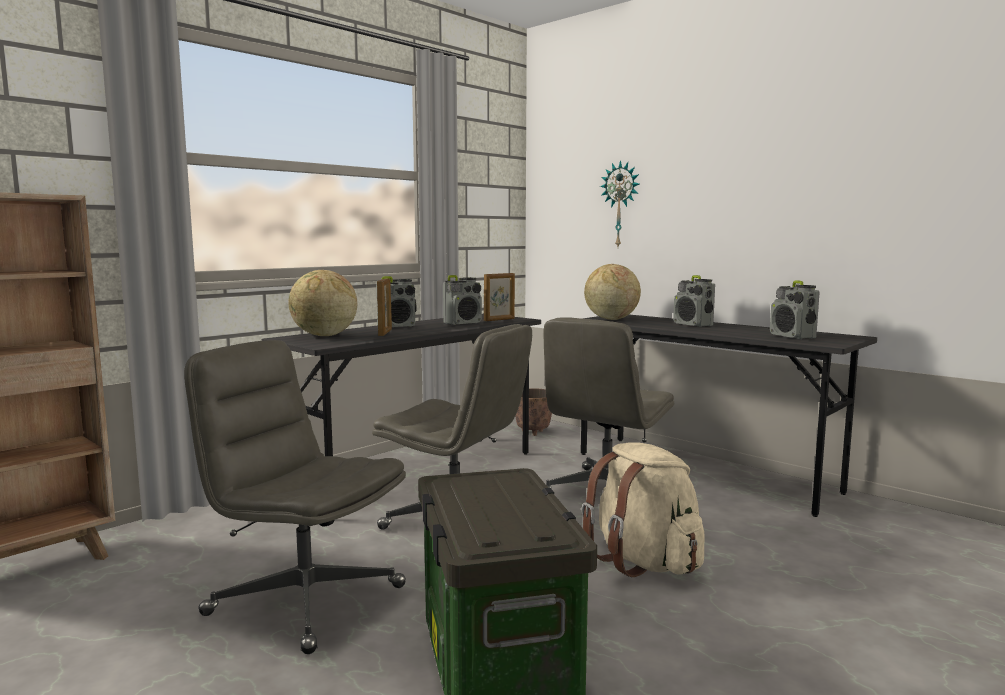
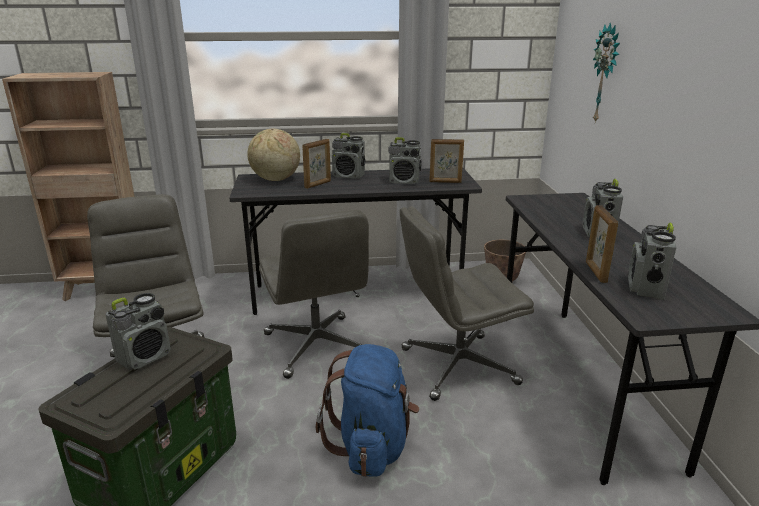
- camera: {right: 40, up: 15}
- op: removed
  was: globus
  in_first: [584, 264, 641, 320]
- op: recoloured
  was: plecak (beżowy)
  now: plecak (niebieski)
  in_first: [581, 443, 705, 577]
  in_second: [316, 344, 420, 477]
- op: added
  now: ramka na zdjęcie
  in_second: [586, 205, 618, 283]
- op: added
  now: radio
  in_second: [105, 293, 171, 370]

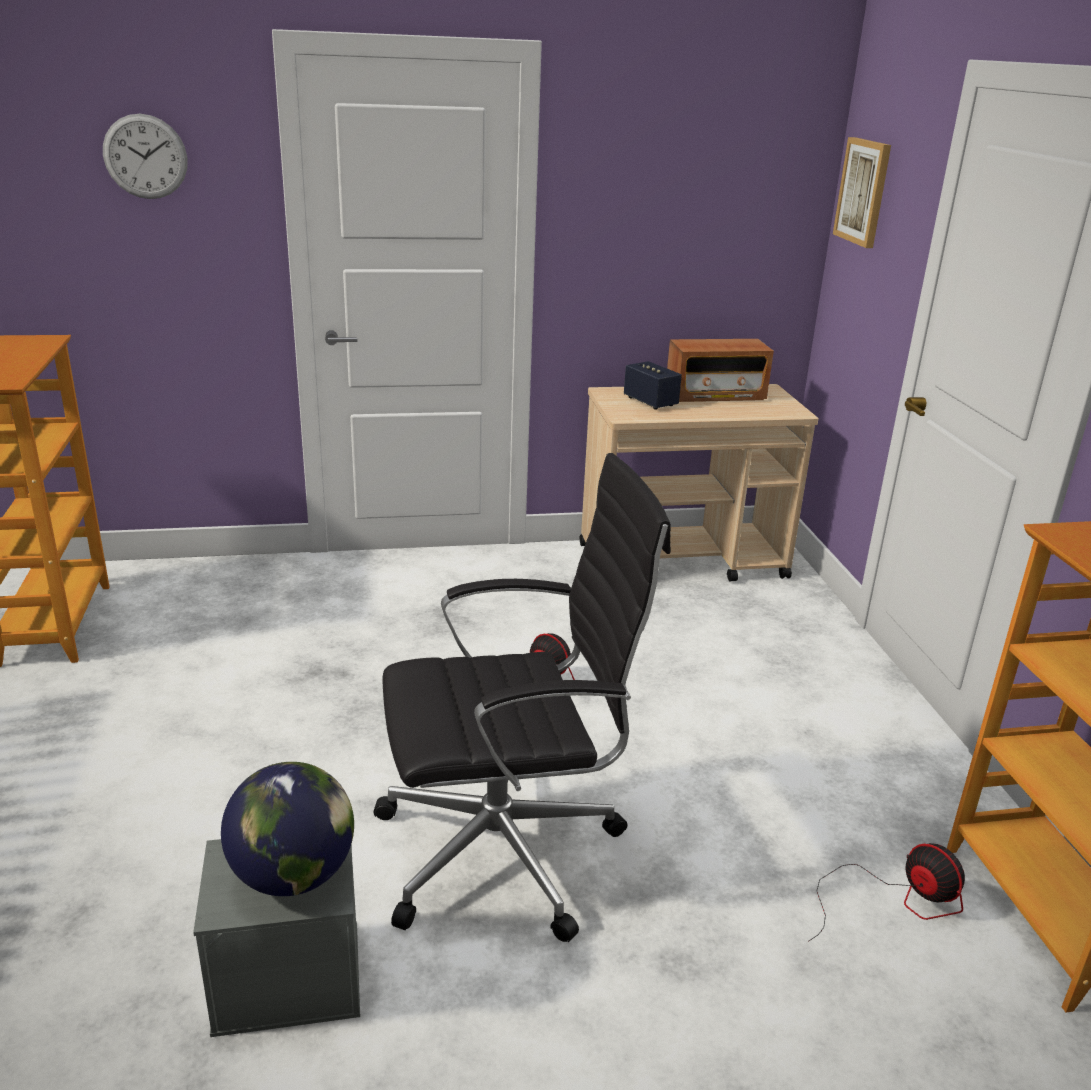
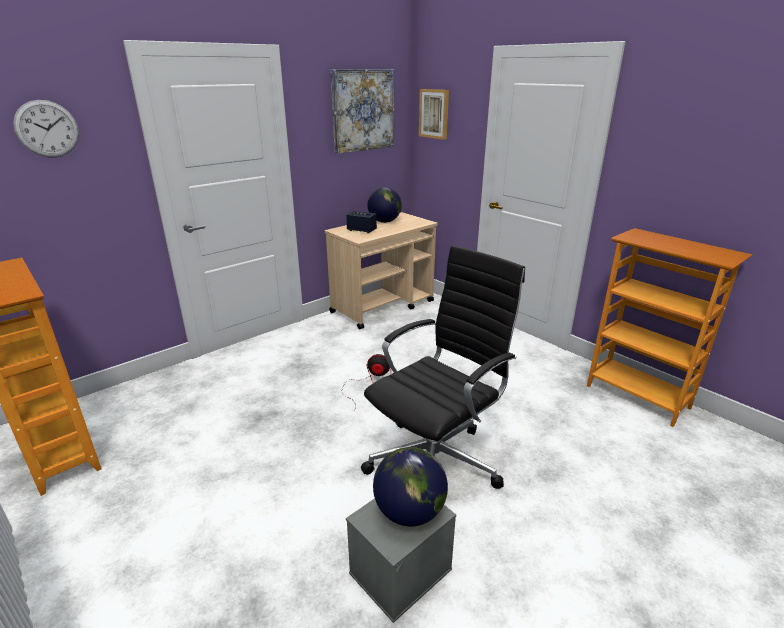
- camera: {right: -30, up: 0}
- op: replaced
  was: radio
  now: globus
  in_first: [667, 339, 774, 402]
  in_second: [368, 187, 402, 223]
- op: removed
  was: wentylator
  in_first: [808, 843, 965, 942]
- op: added
  now: obraz
  in_second: [330, 69, 394, 154]

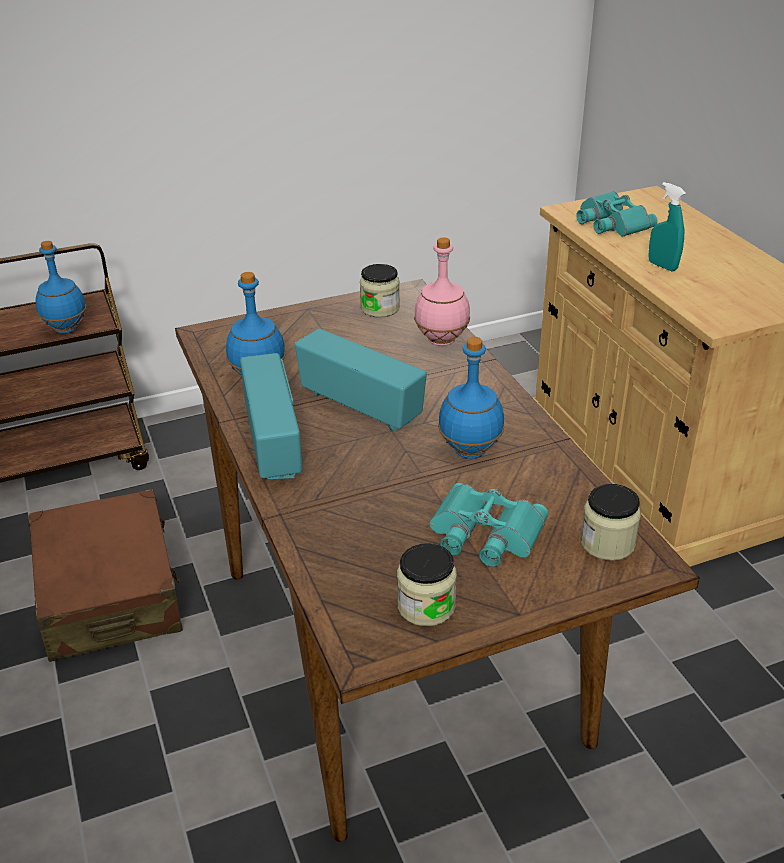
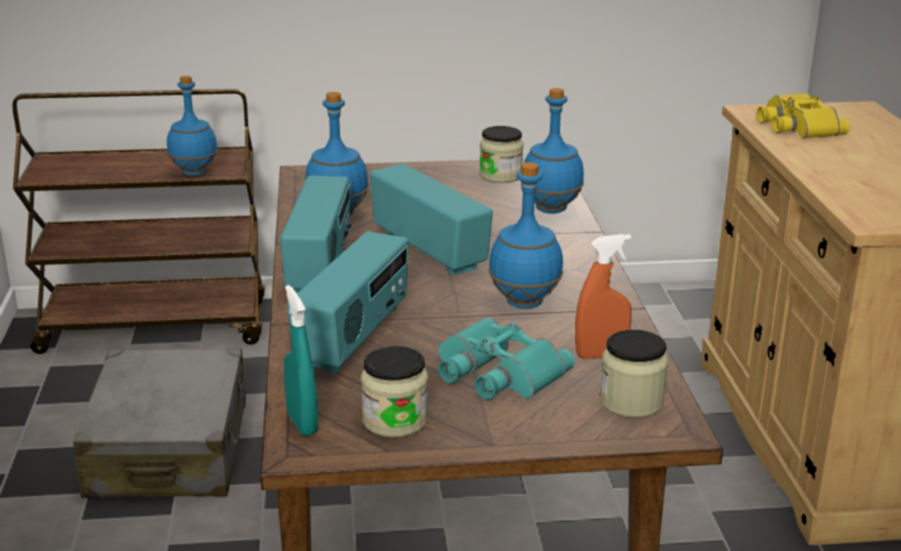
- camera: {right: 15, up: -10}
- op: moved
  was: spryskiwacz (turkusowy)
  in_first: [648, 182, 686, 272]
  in_second: [284, 285, 318, 436]
- op: recoloured
  was: lornetka (turkusowy)
  now: lornetka (żółty)
  in_first: [576, 191, 658, 237]
  in_second: [757, 93, 850, 138]
- op: recoloured
  was: butelka (różowy)
  now: butelka (niebieski)
  in_first: [414, 237, 470, 346]
  in_second: [524, 88, 584, 214]
- op: recoloured
  was: walizka (brązowy)
  now: walizka (szary)
  in_first: [29, 489, 183, 662]
  in_second: [73, 349, 246, 498]
- op: added
  now: radio
  in_second: [287, 231, 408, 374]
- op: added
  now: spryskiwacz (pomarańczowy)
  in_second: [575, 234, 632, 359]

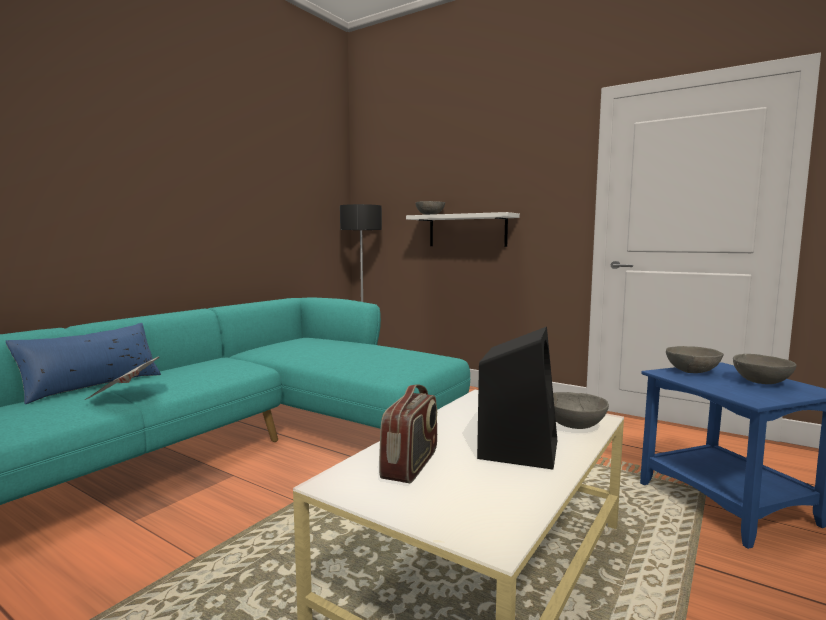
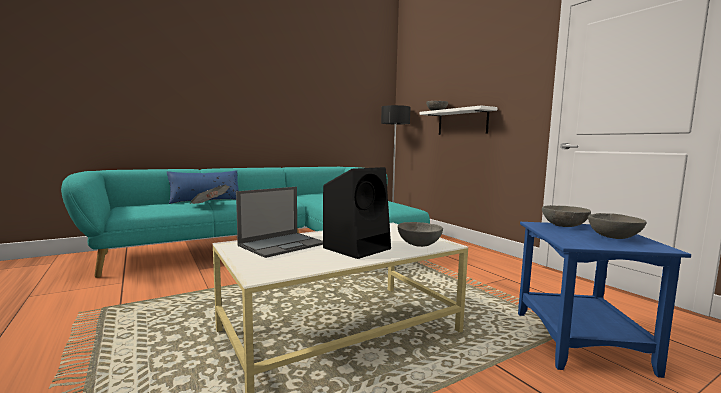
- camera: {right: 25, up: 0}
- op: replaced
  was: radio
  now: laptop
  in_first: [379, 384, 437, 483]
  in_second: [236, 187, 323, 258]

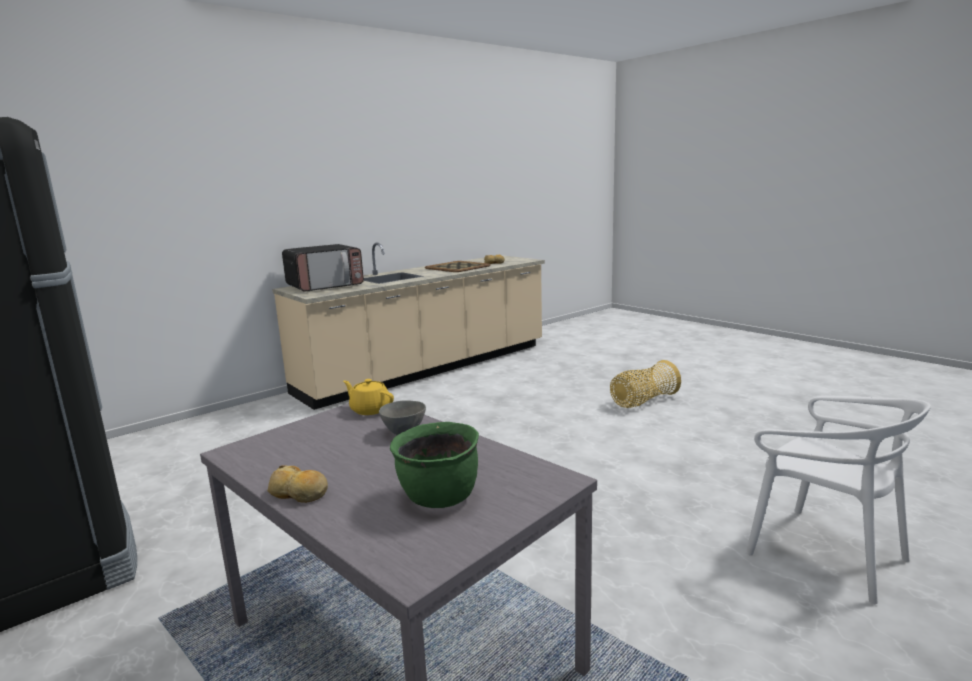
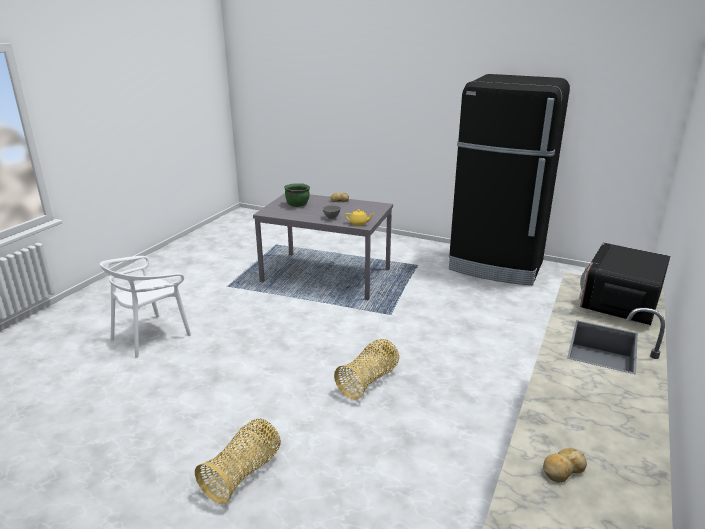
- camera: {right: 155, up: 10}
- op: removed
  was: taca
  in_first: [425, 261, 491, 272]
- op: turned
  was: krzesło (biały)
  in_first: [745, 396, 931, 604]
  in_second: [100, 256, 191, 358]
  clockwise: -75
- op: added
  now: koszyk
  in_second: [334, 339, 399, 399]

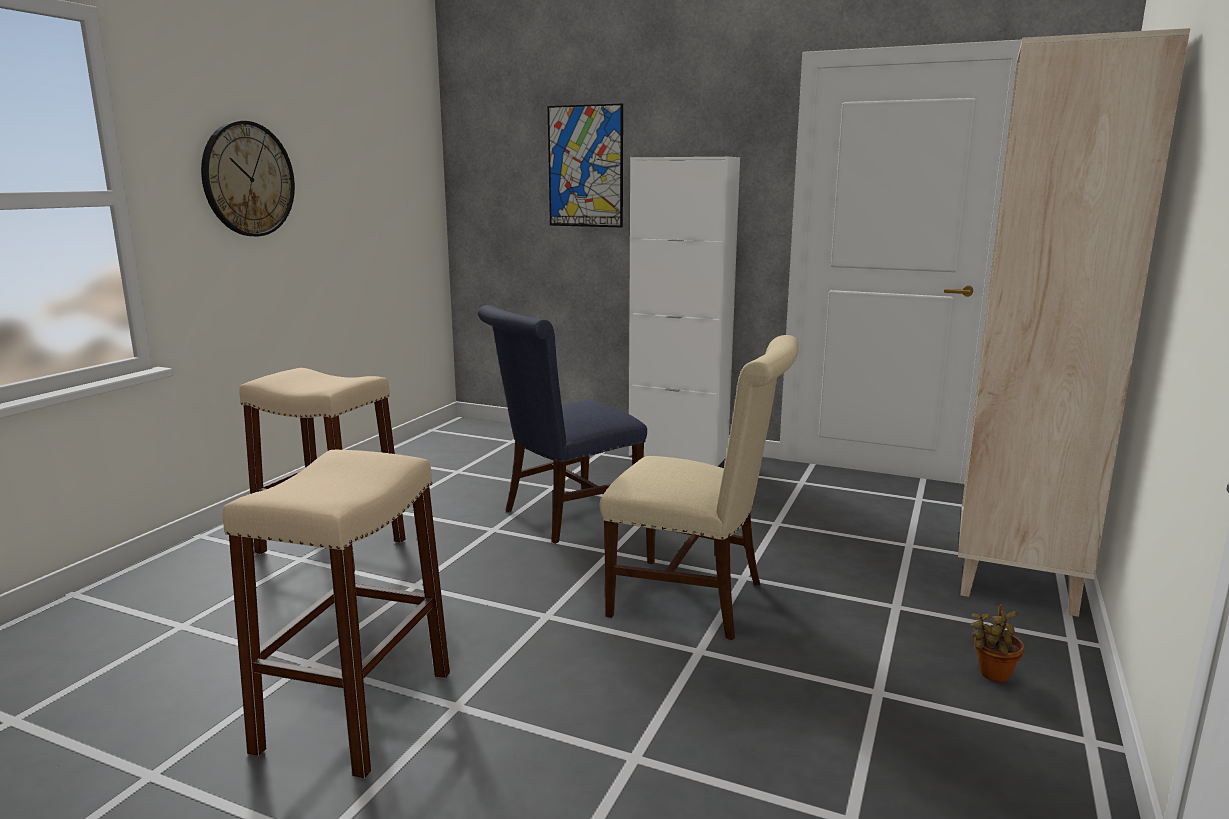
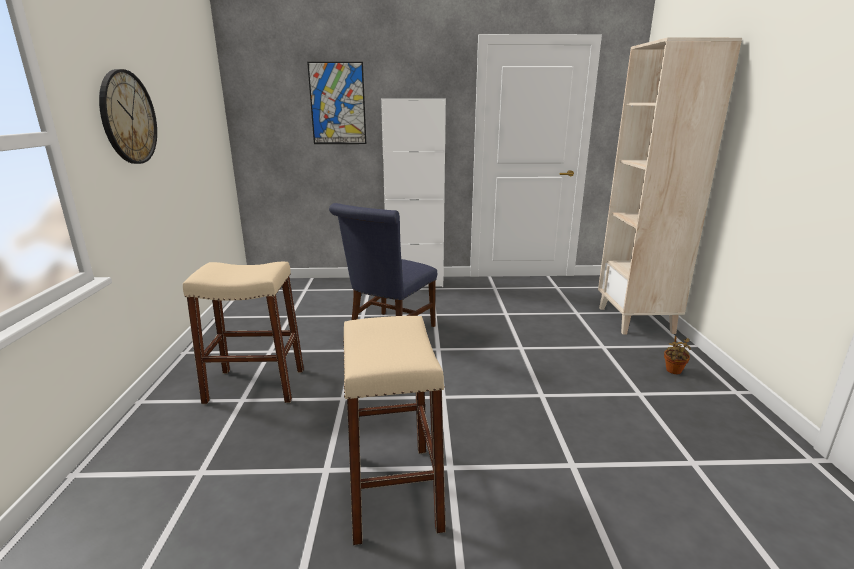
- camera: {right: -25, up: 5}
- op: removed
  was: krzesło (beżowy)
  in_first: [600, 335, 799, 641]

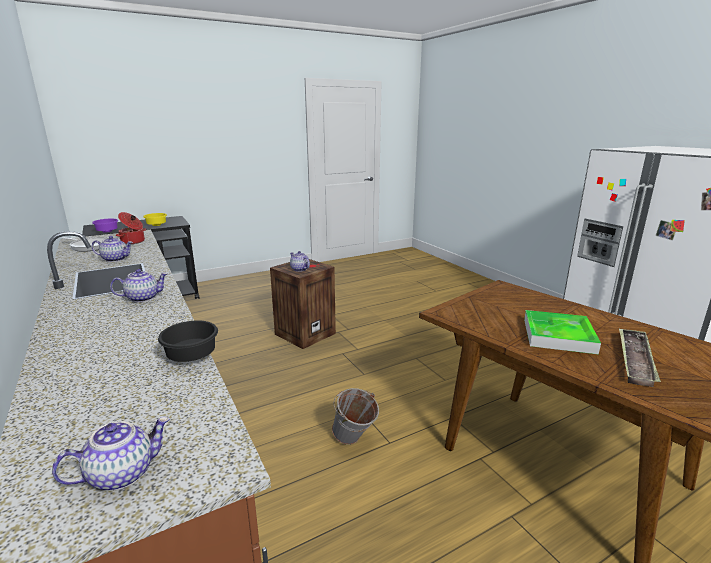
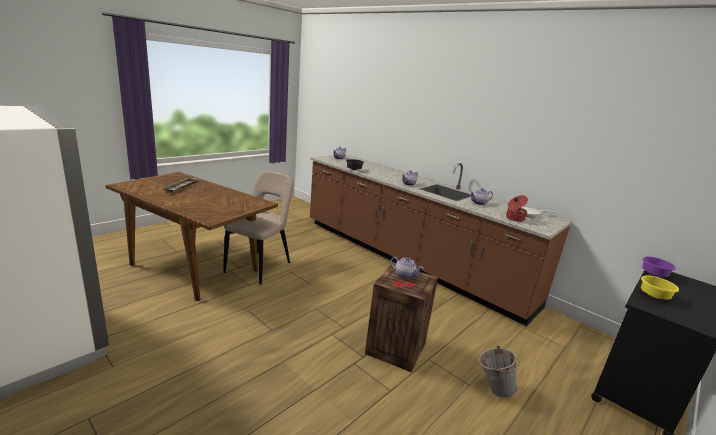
- camera: {right: 160, up: 0}
- op: removed
  was: taca
  in_first: [524, 310, 601, 354]
- op: moved
  was: wiadro (szary)
  in_first: [332, 388, 379, 445]
  in_second: [479, 346, 520, 398]
- op: added
  now: krzesło (beżowy)
  in_second: [223, 171, 294, 285]

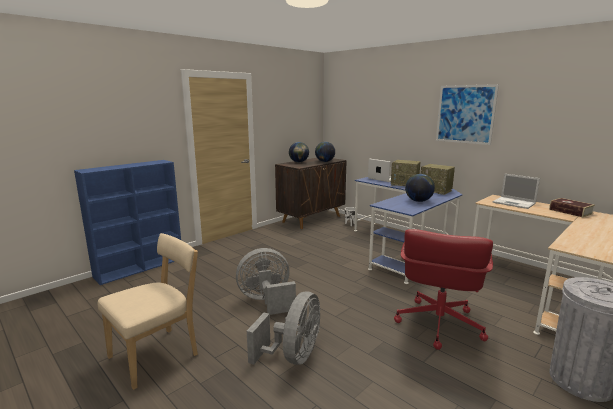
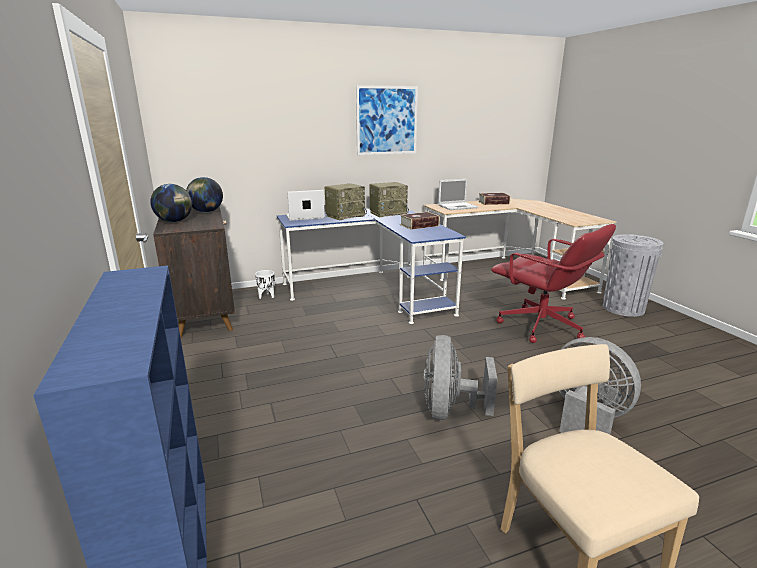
- camera: {right: -65, up: 5}
- op: replaced
  was: globus
  now: książka
  in_first: [405, 174, 435, 202]
  in_second: [400, 212, 440, 230]

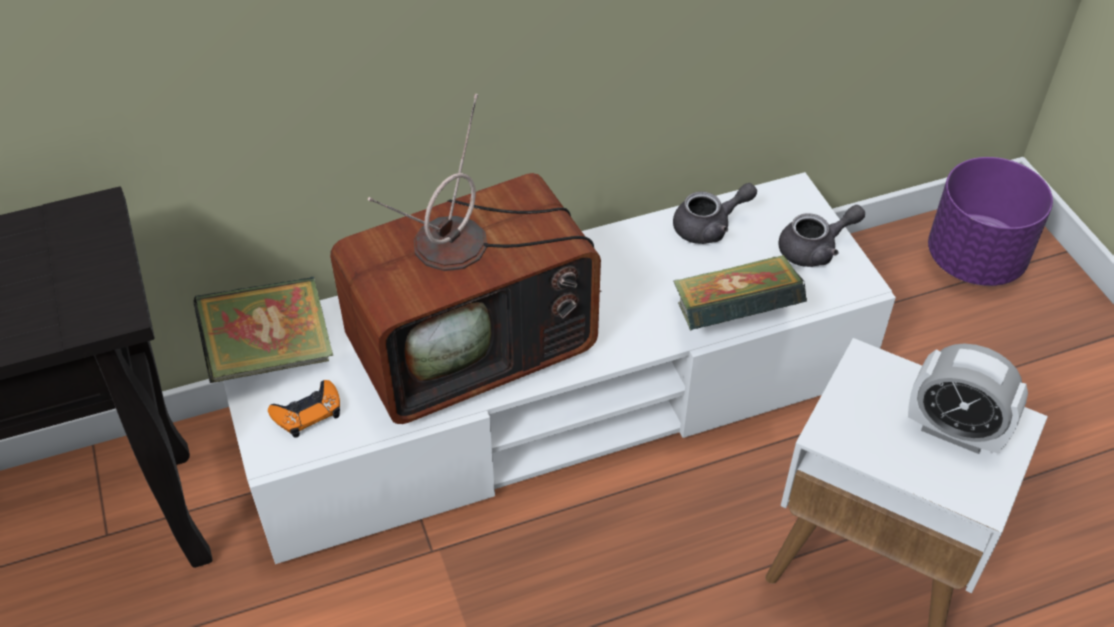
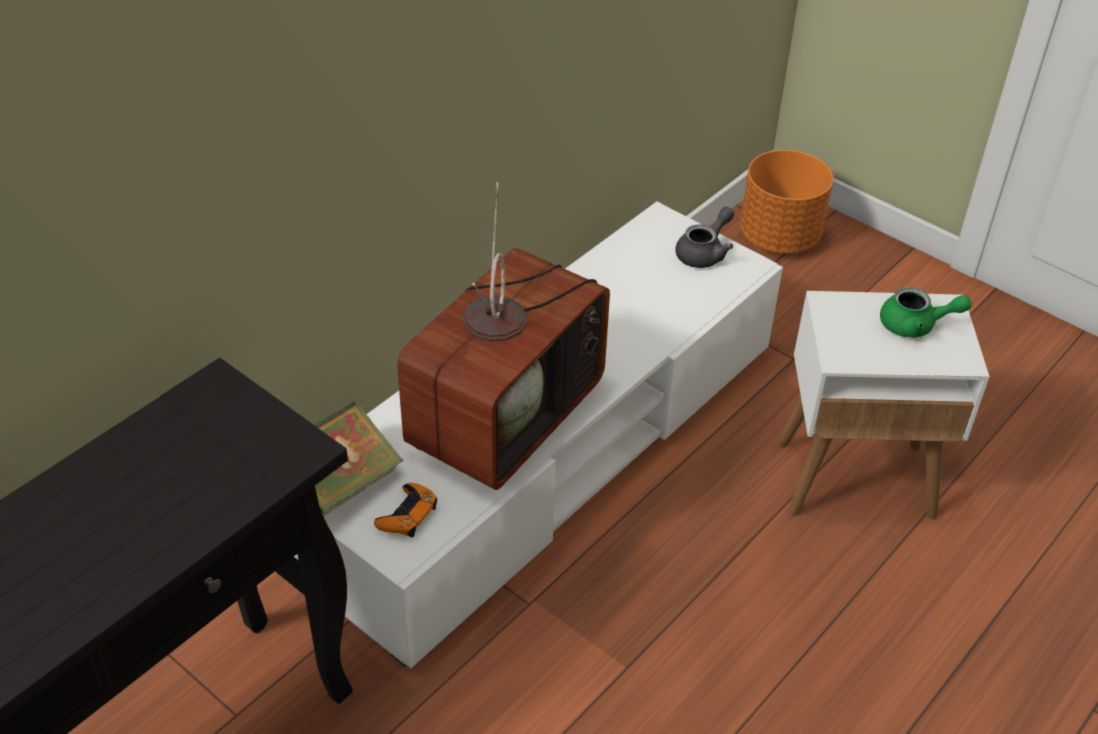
- camera: {right: -30, up: -5}
- op: recoloured
  was: donica (fioletowy)
  now: donica (pomarańczowy)
  in_first: [928, 157, 1053, 286]
  in_second: [740, 150, 833, 254]
- op: removed
  was: imbryk (szary)
  in_first: [673, 183, 757, 244]
- op: removed
  was: książka
  in_first: [674, 255, 807, 330]
- op: replaced
  was: budzik
  now: imbryk (zielony)
  in_first: [908, 344, 1028, 454]
  in_second: [880, 287, 972, 338]

